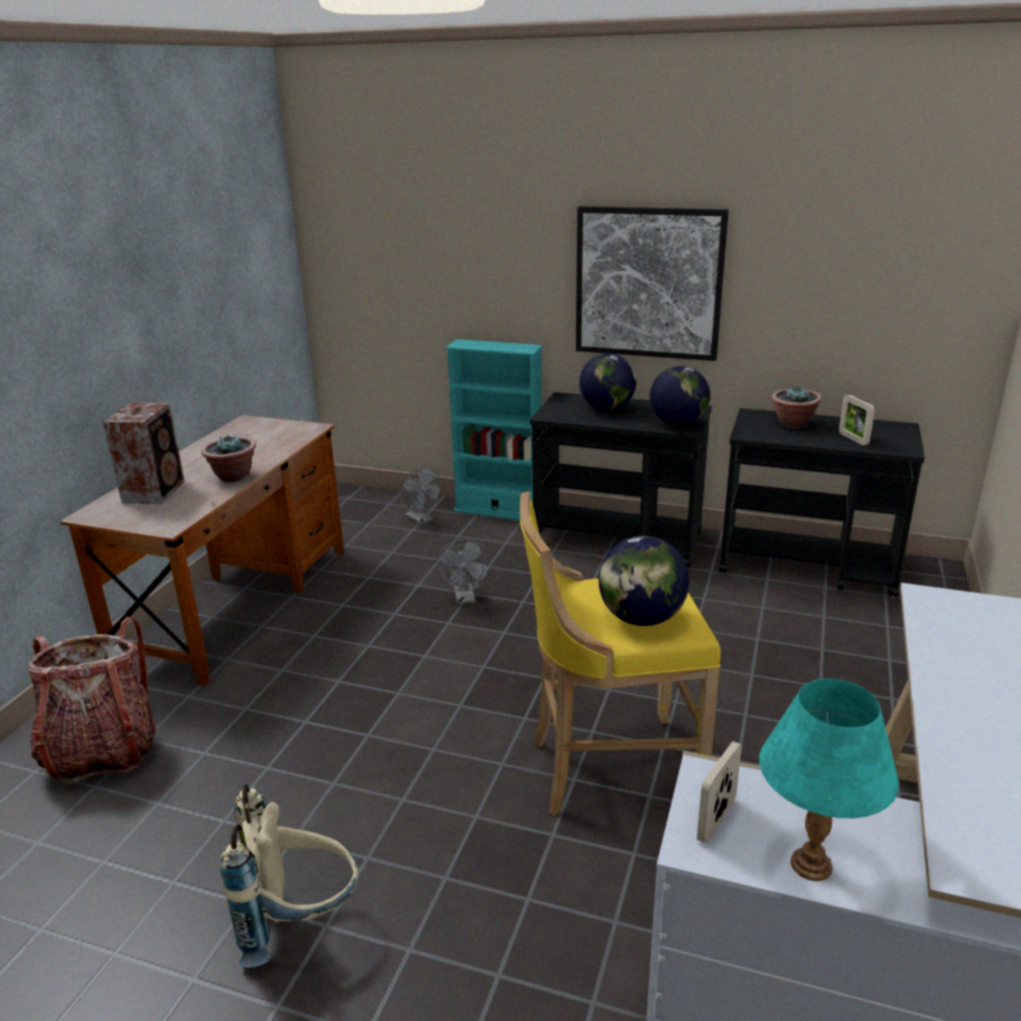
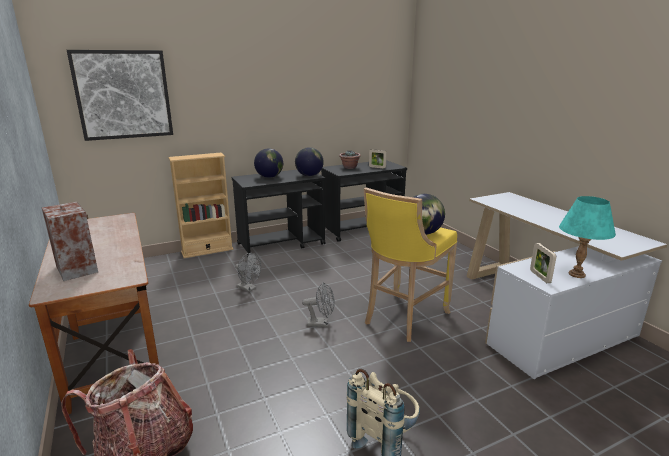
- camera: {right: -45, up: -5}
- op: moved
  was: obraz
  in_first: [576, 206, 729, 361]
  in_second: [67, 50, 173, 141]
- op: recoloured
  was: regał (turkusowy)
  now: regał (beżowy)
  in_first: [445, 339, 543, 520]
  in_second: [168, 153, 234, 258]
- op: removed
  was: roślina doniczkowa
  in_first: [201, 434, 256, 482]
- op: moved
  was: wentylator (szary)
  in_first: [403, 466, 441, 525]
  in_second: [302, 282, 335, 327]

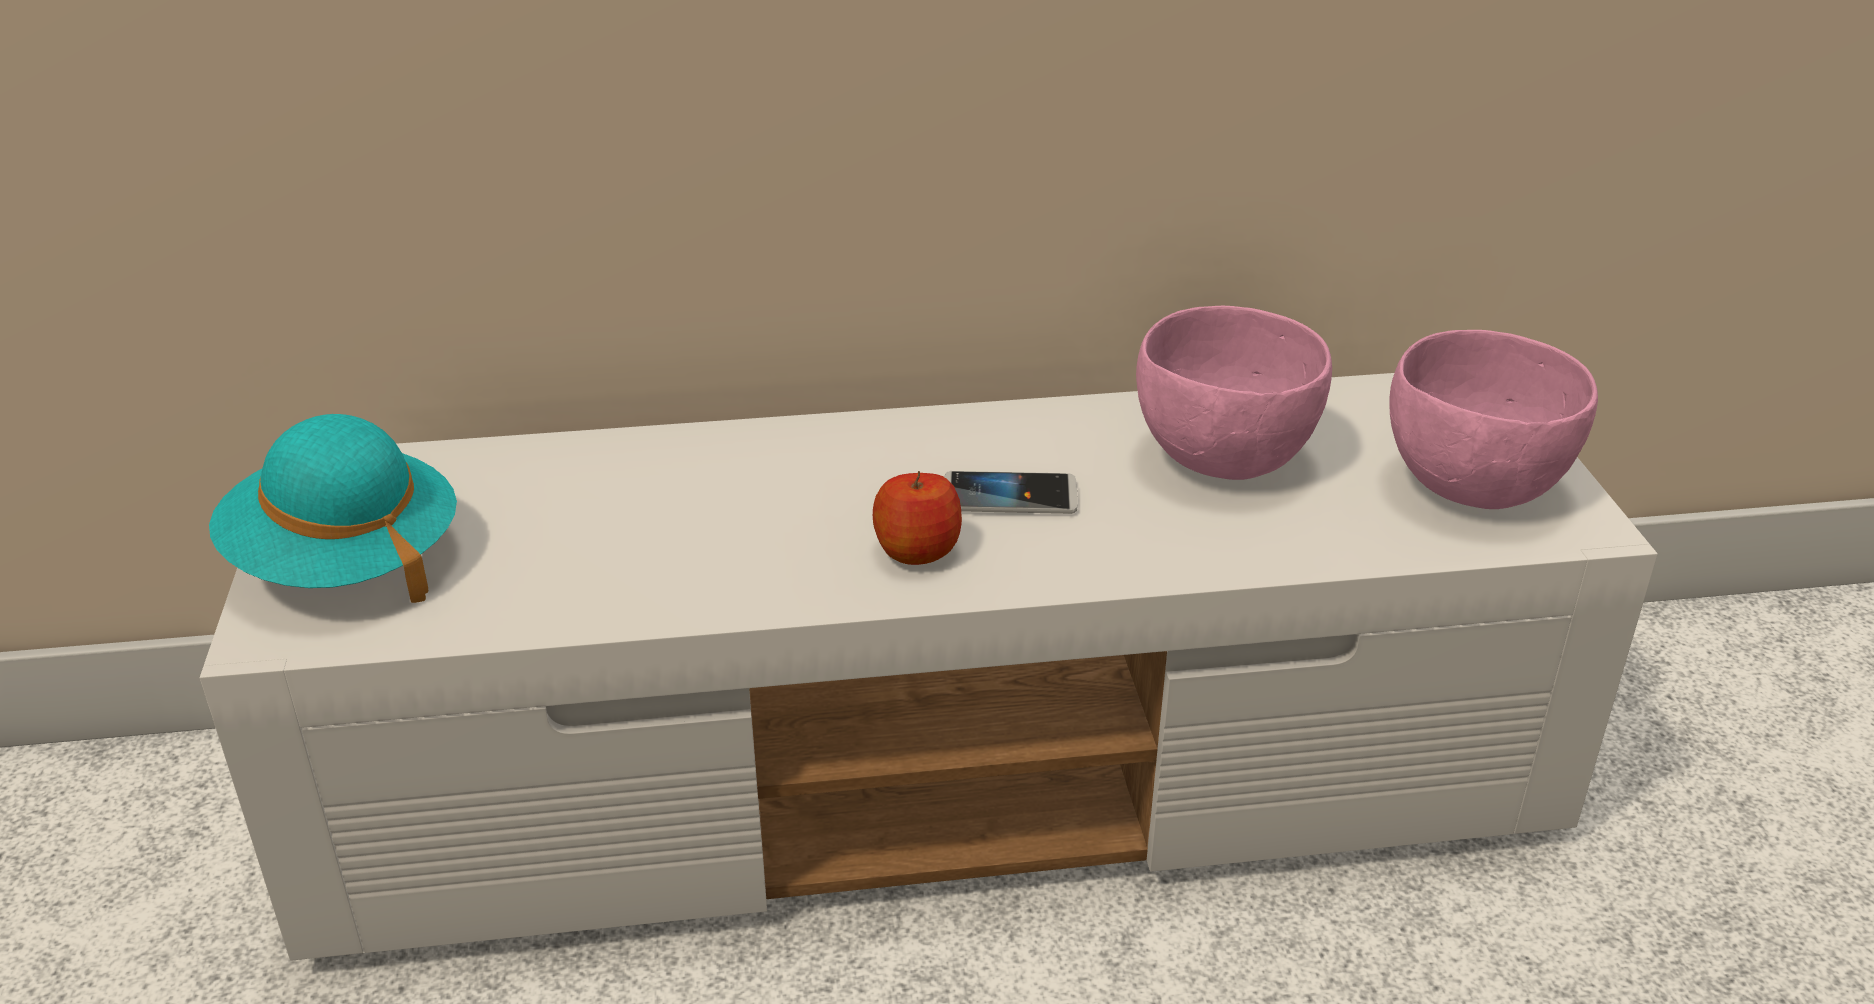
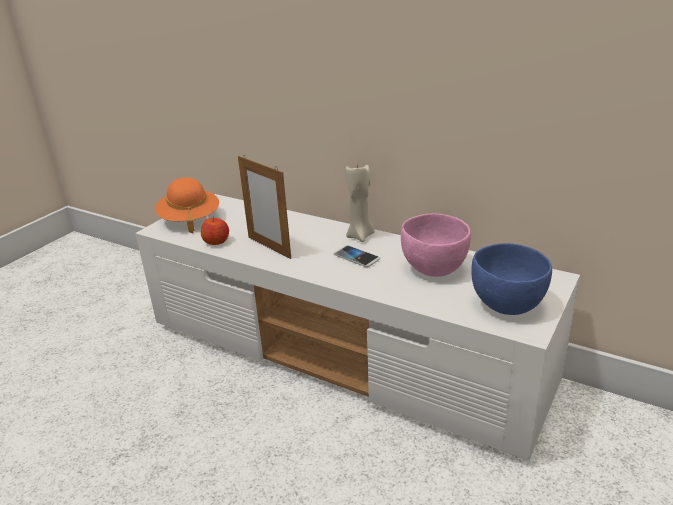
- camera: {right: 40, up: -5}
- op: recoloured
  was: miska (różowy)
  now: miska (niebieski)
  in_first: [1390, 330, 1598, 509]
  in_second: [471, 243, 552, 315]
- op: recoloured
  was: kapelusz (turkusowy)
  now: kapelusz (pomarańczowy)
  in_first: [209, 414, 457, 603]
  in_second: [155, 177, 219, 233]
- op: moved
  was: jabłko
  in_first: [873, 471, 962, 565]
  in_second: [201, 217, 229, 245]
- op: added
  now: ramka na zdjęcie
  in_second: [238, 155, 291, 259]
- op: added
  now: świeca (beżowy)
  in_second: [346, 162, 374, 242]

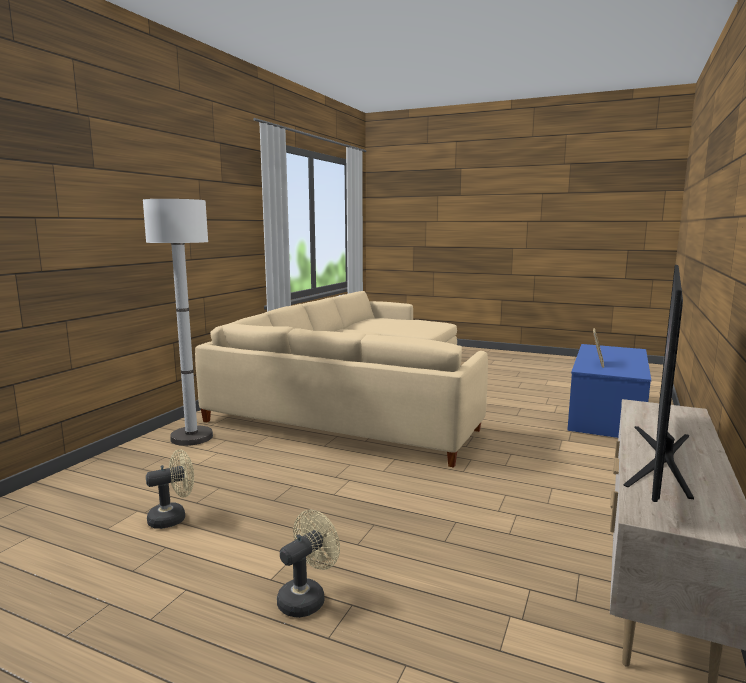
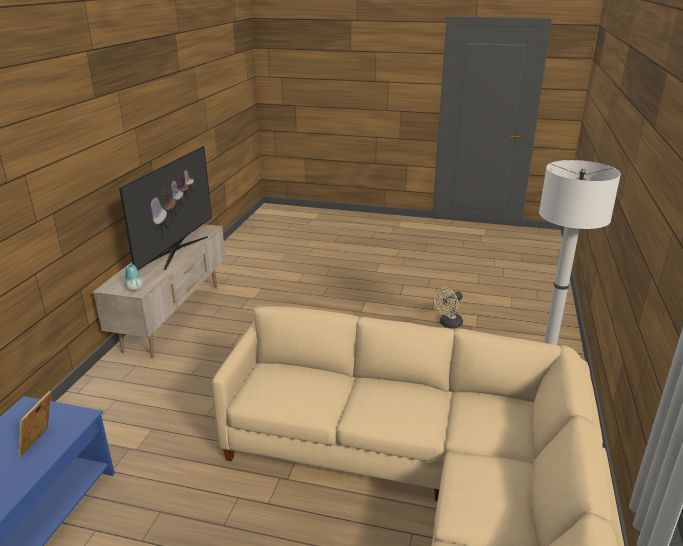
- camera: {right: 170, up: 15}
- op: removed
  was: wentylator (beżowy)
  in_first: [277, 510, 340, 618]
- op: added
  now: wazon
  in_second: [125, 264, 143, 291]

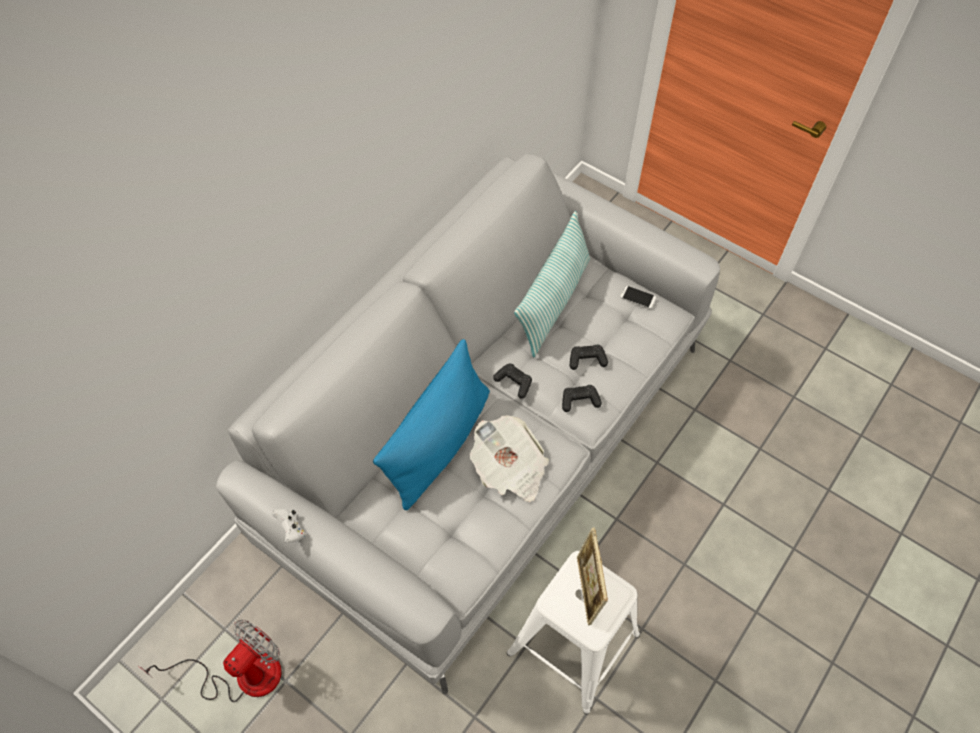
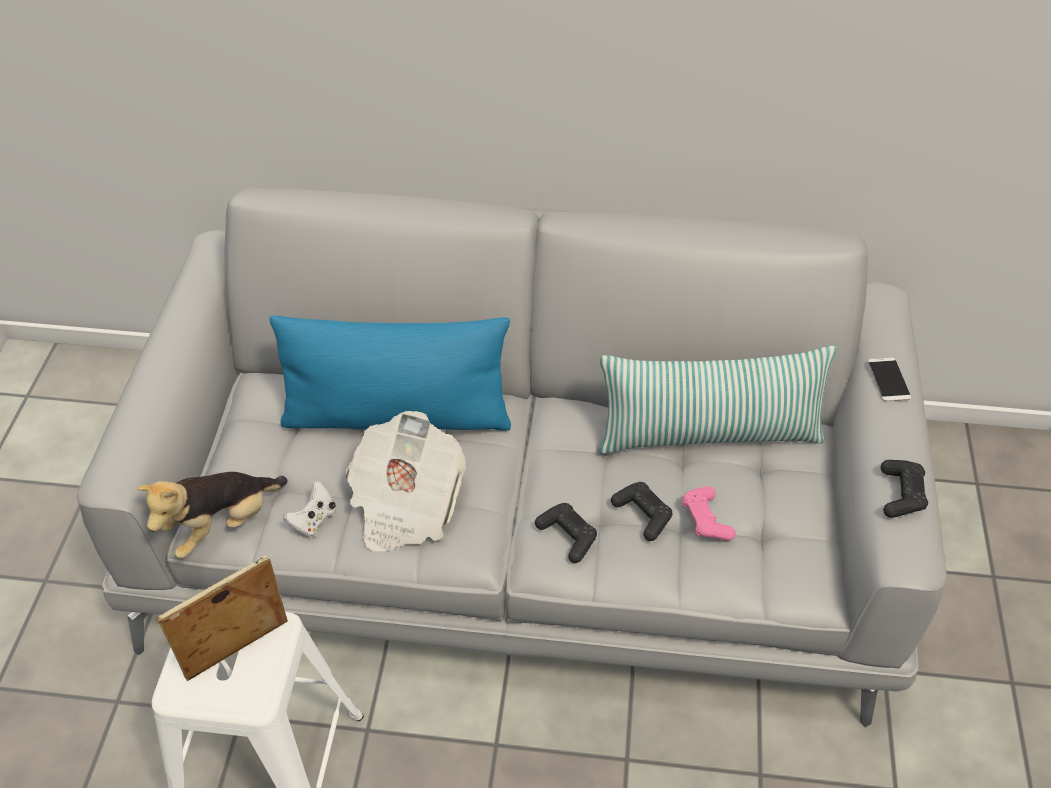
- camera: {right: 60, up: -10}
- op: moved
  was: telefon
  in_first: [620, 286, 656, 309]
  in_second: [868, 357, 911, 402]
- op: moved
  was: pad do gier (czarny)
  in_first: [493, 363, 532, 399]
  in_second: [881, 460, 928, 518]
- op: moved
  was: pad do gier (biały)
  in_first: [272, 509, 305, 544]
  in_second: [283, 481, 336, 538]
- op: removed
  was: wentylator
  in_first: [139, 620, 282, 702]
- op: added
  now: pluszak
  in_second: [136, 472, 288, 559]
- op: added
  now: pad do gier (różowy)
  in_second: [682, 486, 736, 541]

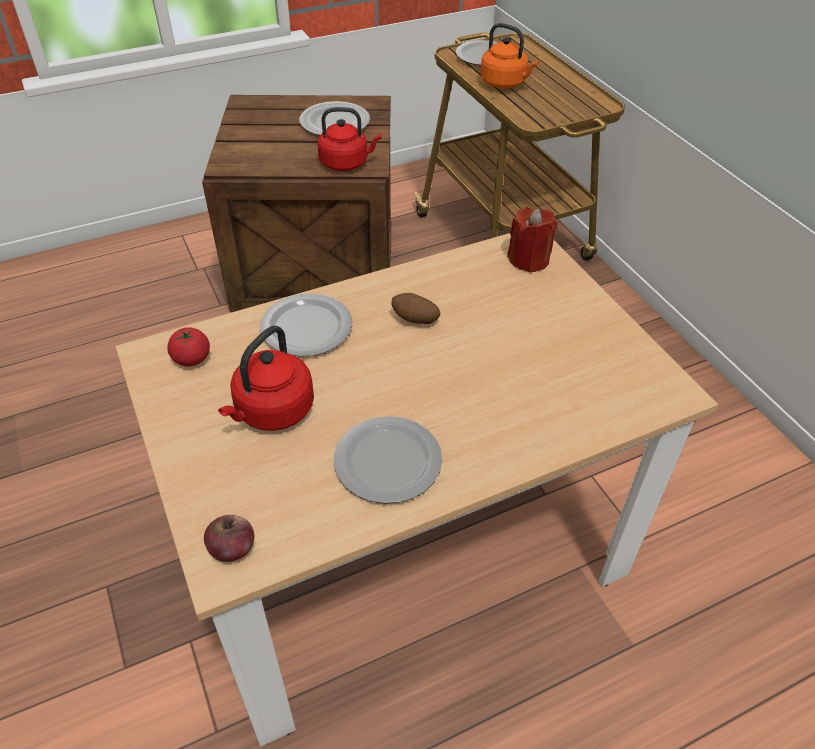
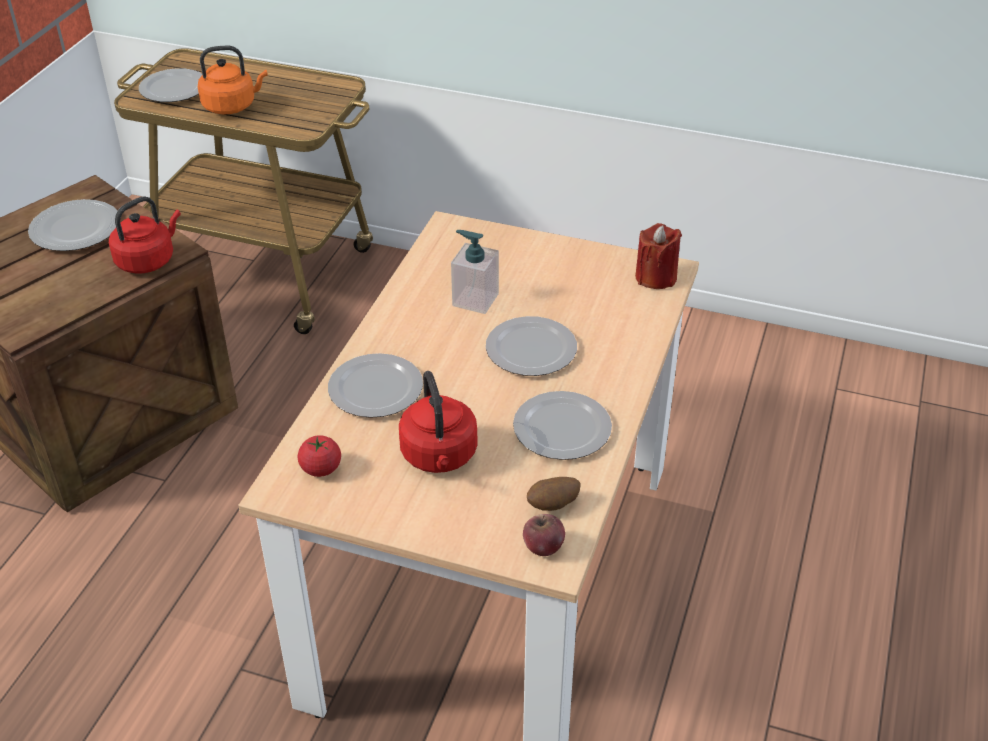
- camera: {right: -45, up: -5}
- op: moved
  was: świeca (czerwony)
  in_first: [507, 207, 558, 273]
  in_second: [635, 223, 682, 289]
- op: moved
  was: ziemniak
  in_first: [391, 293, 440, 324]
  in_second: [527, 477, 581, 511]
- op: added
  now: dozownik mydła
  in_second: [451, 230, 499, 314]
- op: added
  now: talerz
  in_second: [486, 316, 577, 376]

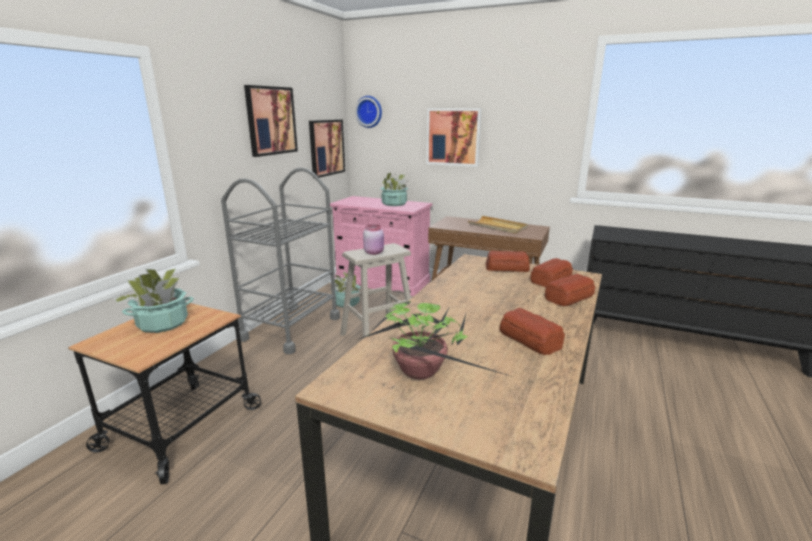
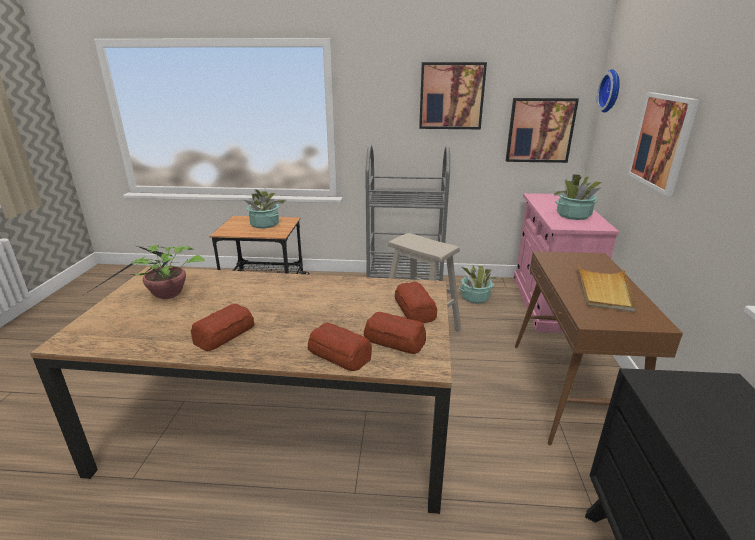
- camera: {right: 70, up: 5}
- op: removed
  was: słoik (różowy)
  in_first: [363, 224, 384, 255]

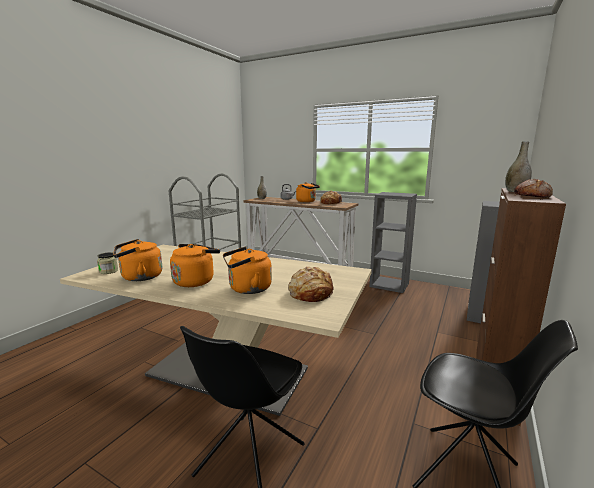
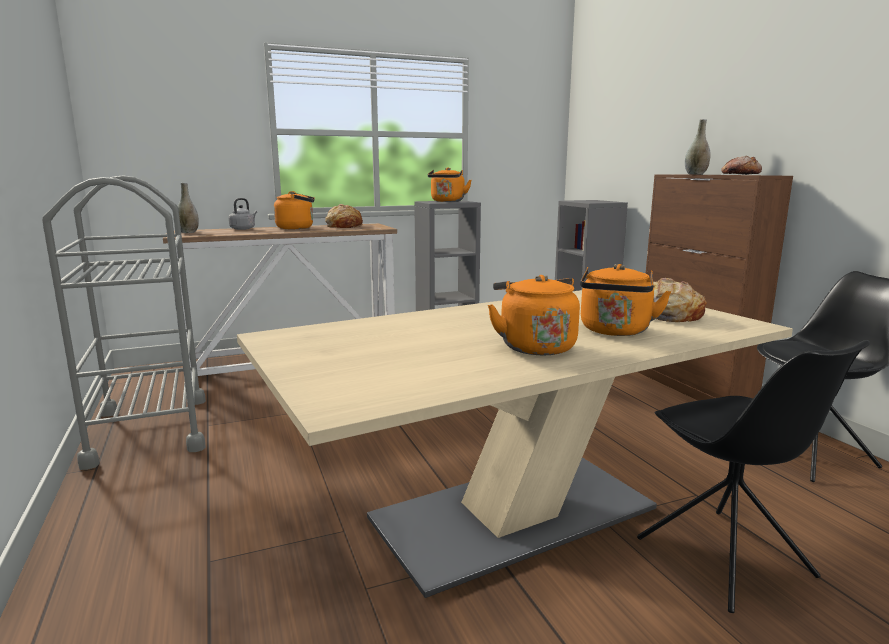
- camera: {right: -50, up: 0}
- op: moved
  was: czajnik (pomarańczowy)
  in_first: [113, 239, 163, 281]
  in_second: [428, 167, 472, 202]
- op: removed
  was: słoik
  in_first: [97, 252, 118, 274]

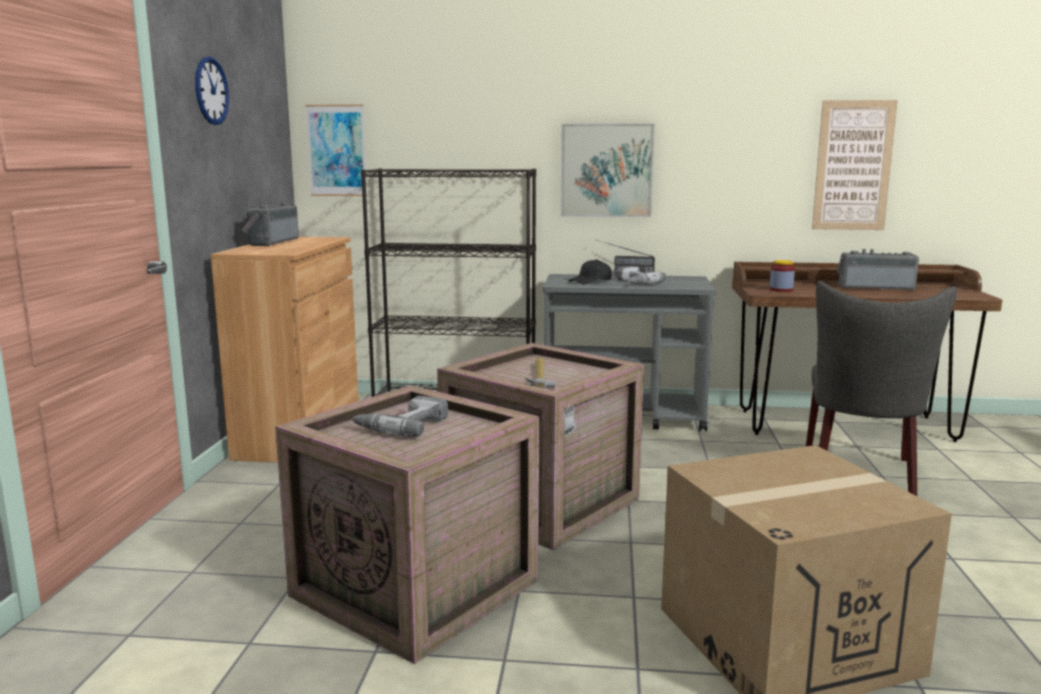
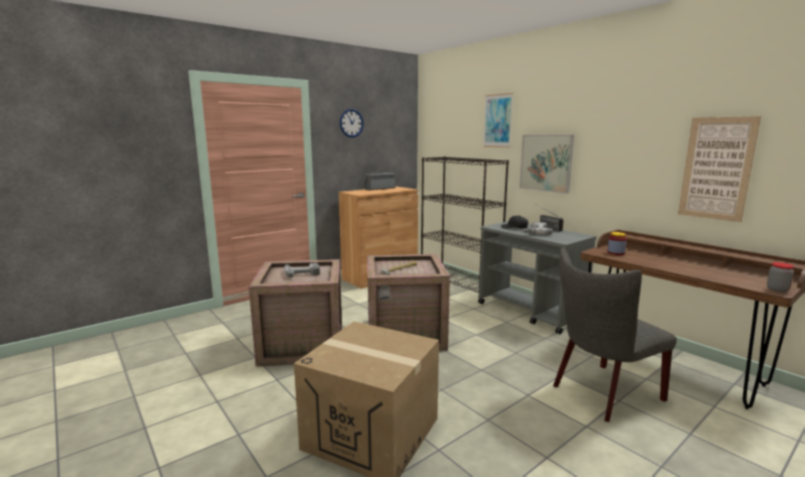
- camera: {right: 45, up: 0}
- op: moved
  was: obraz
  in_first: [306, 104, 367, 196]
  in_second: [483, 93, 513, 148]
- op: removed
  was: radio
  in_first: [837, 249, 919, 290]
- op: added
  now: słoik
  in_second: [767, 262, 794, 292]

